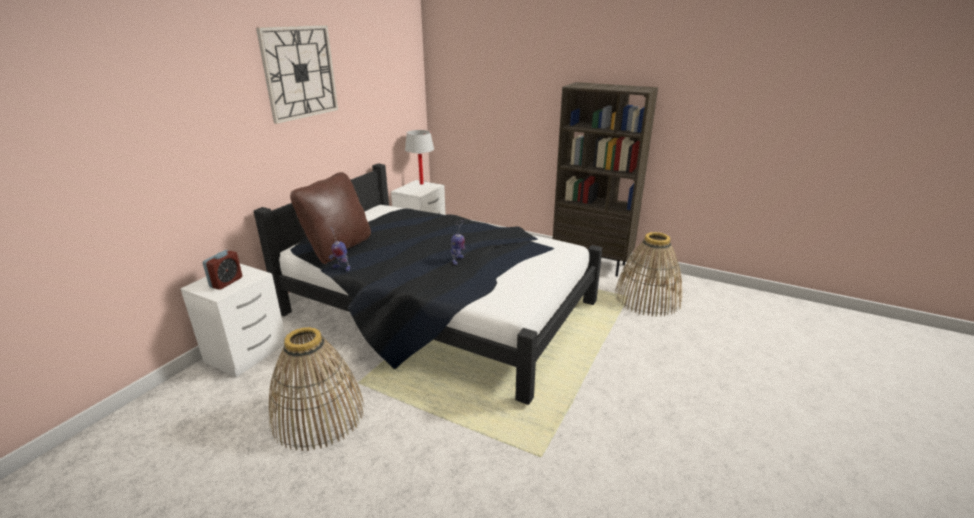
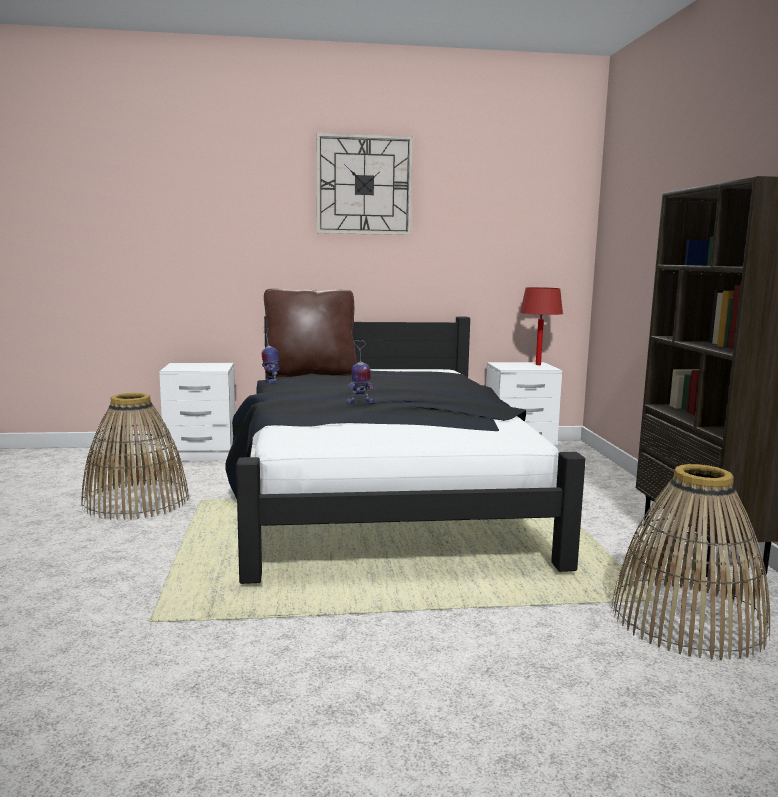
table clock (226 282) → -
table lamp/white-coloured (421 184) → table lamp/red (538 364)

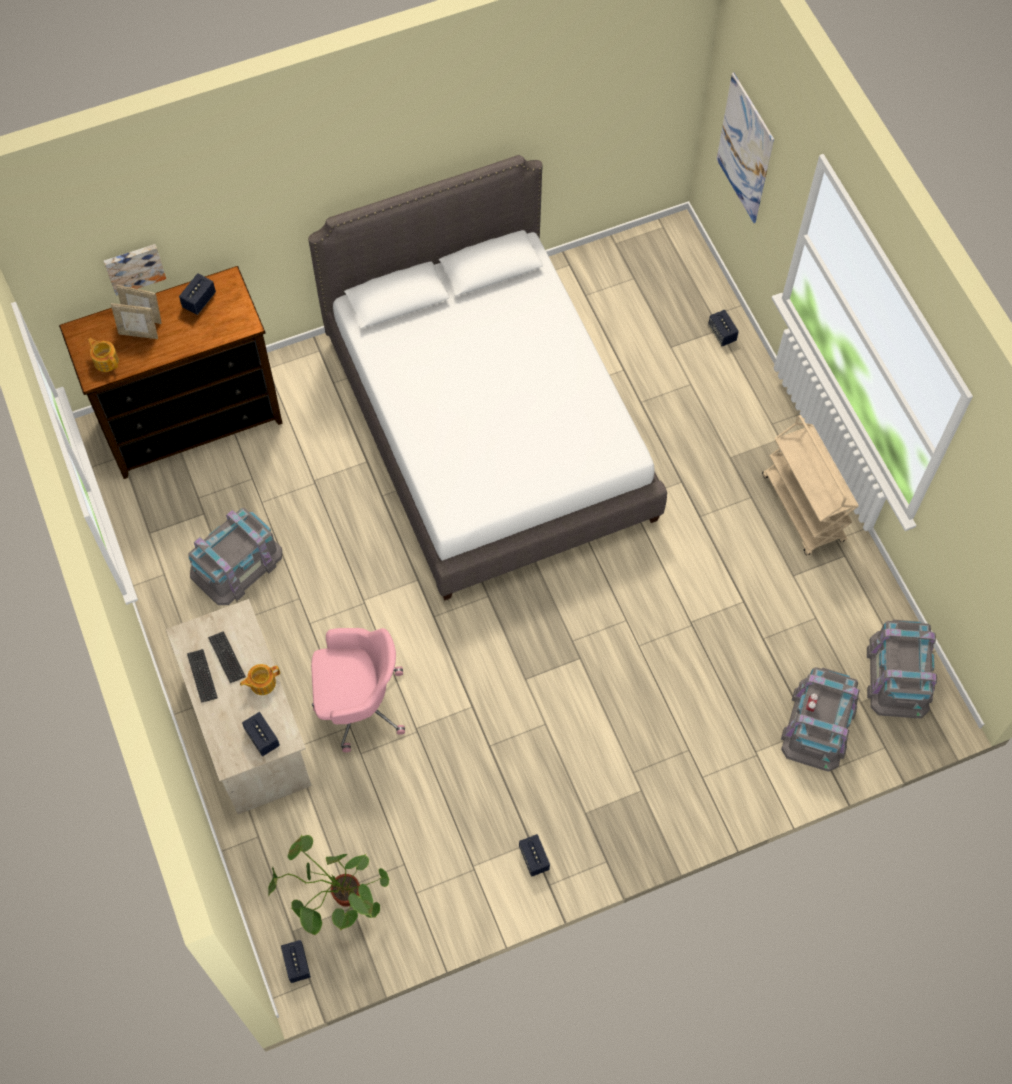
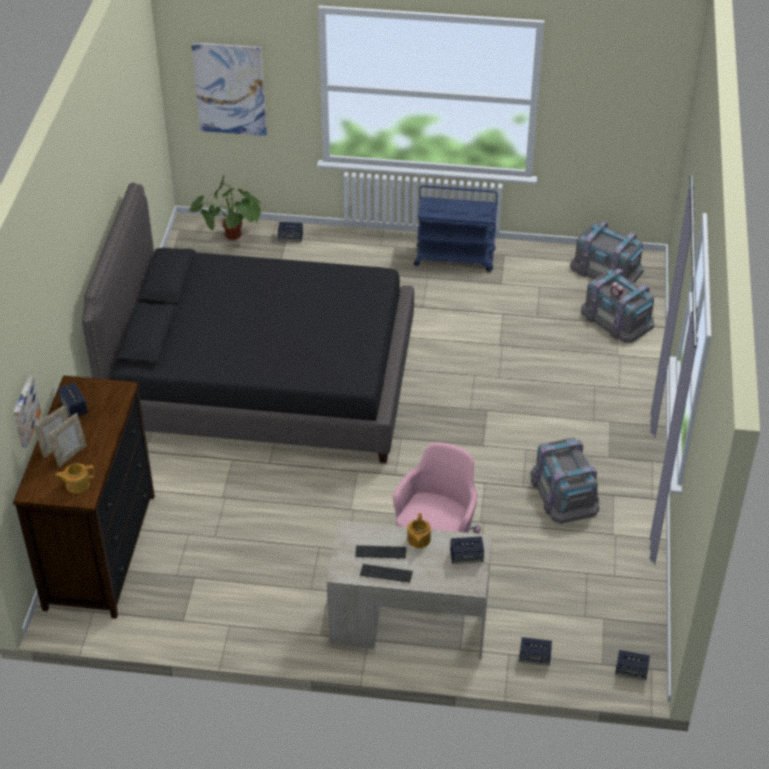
storage container/greyish (236 563) → storage container/greyish (563 492), relocated
plant in a pot (335 901) → plant in a pot (233 241), relocated
audio speaker (534 858) → audio speaker (534 657), relocated
sleeping bed/white-coloured (490 427) → sleeping bed/blackish (262 380)
wheeled cart/beige-coloured (803 509) → wheeled cart/blue (455 258)

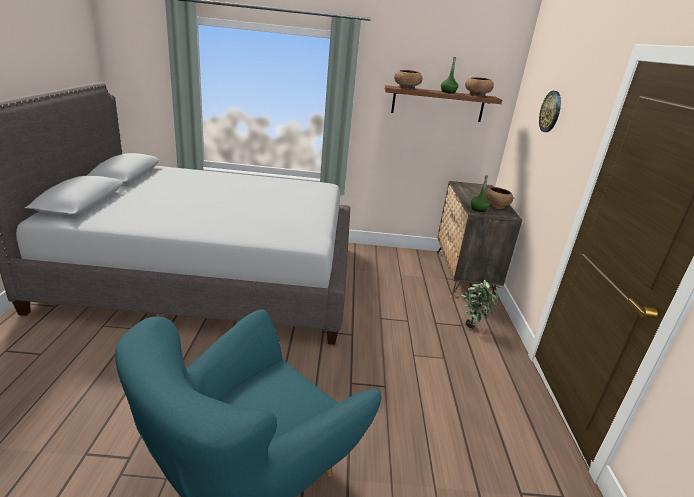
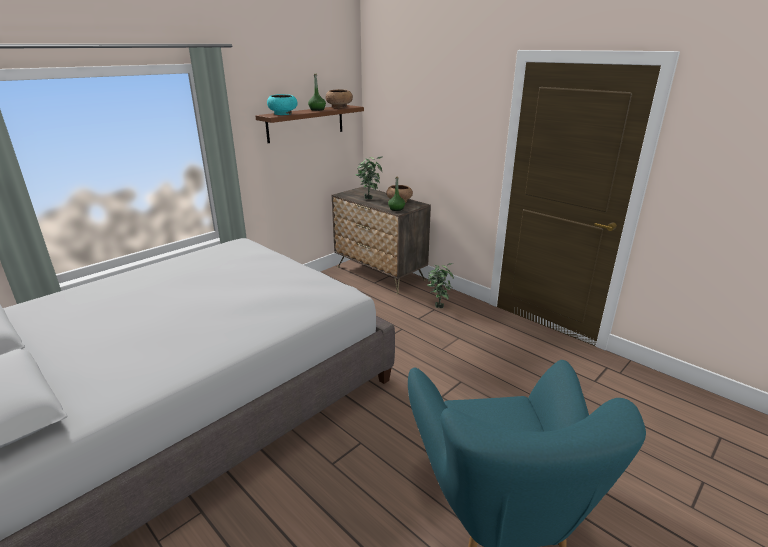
clock on the wall (550 111) → -
- → plant in a pot (369 198)
bowl/brownish (406 88) → bowl/turquoise (283 114)

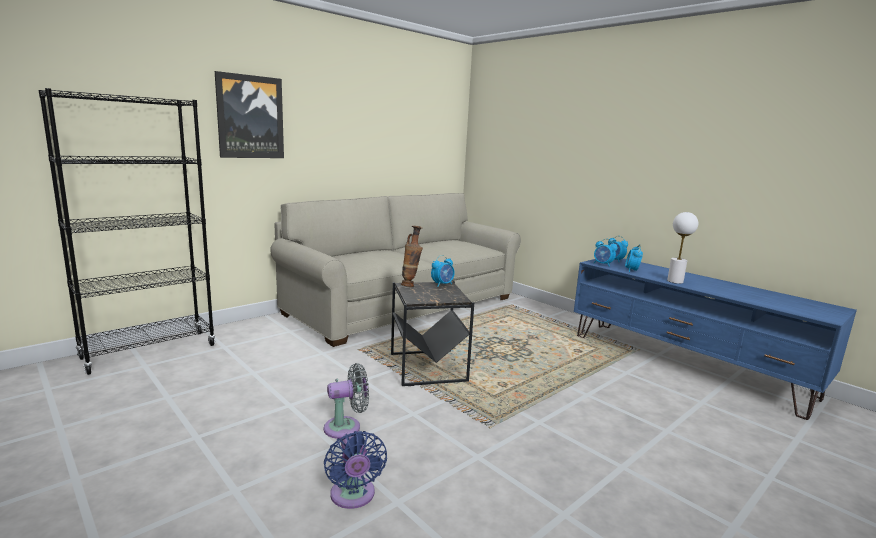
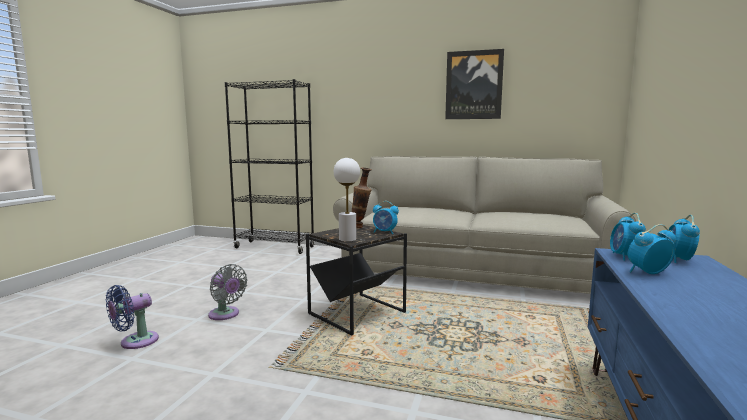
wall art (250 117) → wall art (474 85), relocated
table lamp/white-coloured (675 281) → table lamp/white-coloured (347 239), relocated

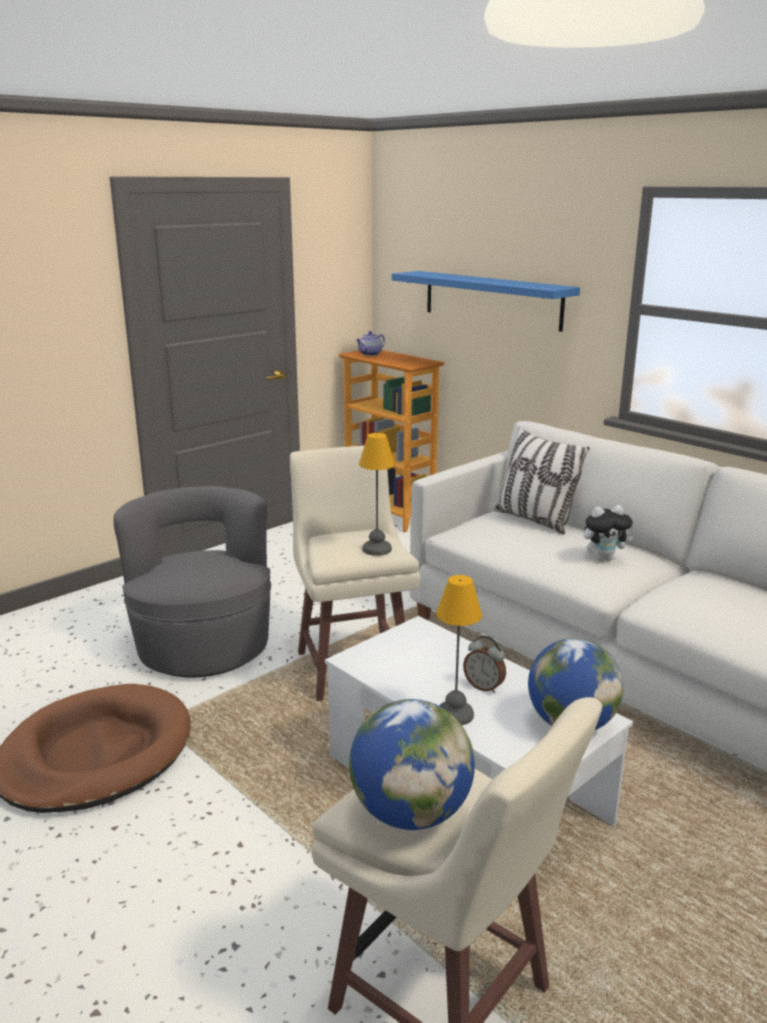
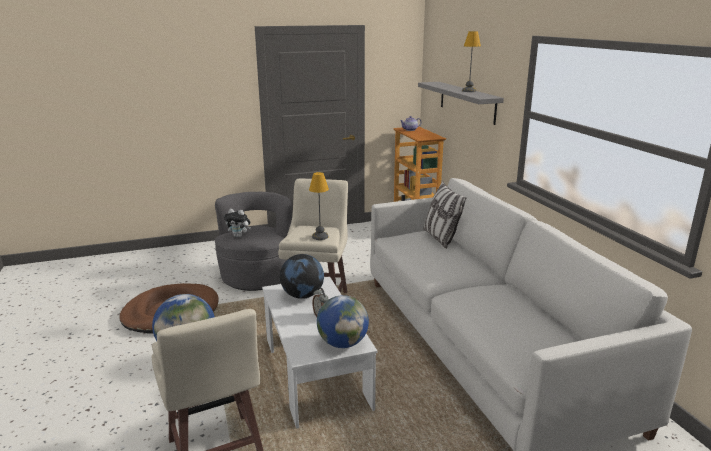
- → globe (302 295)
table lamp (455 714) → table lamp (469 91), relocated
soft toy (604 558) → soft toy (239 236), relocated
shelf/blue (491 299) → shelf/greyish (467 102)

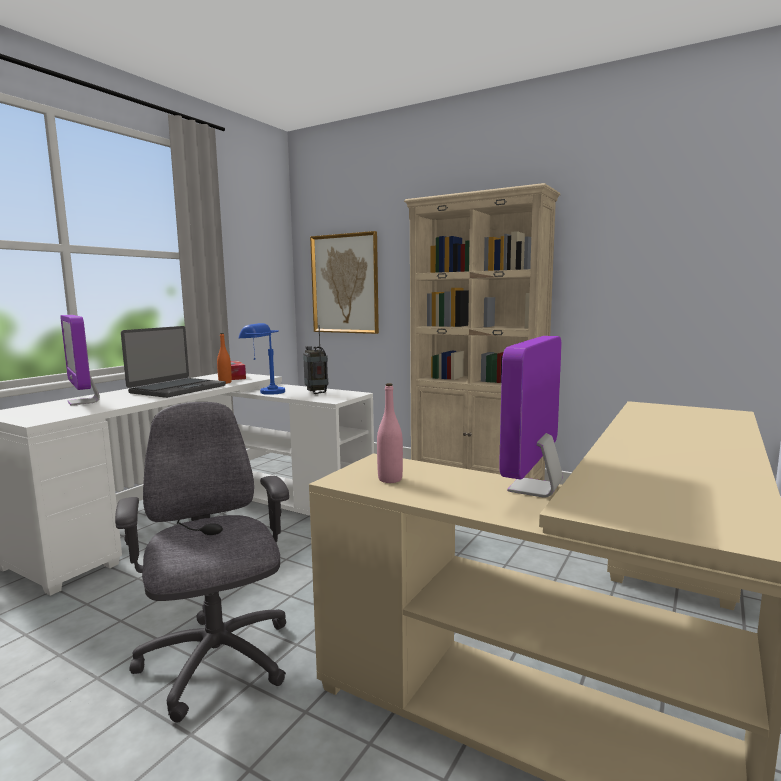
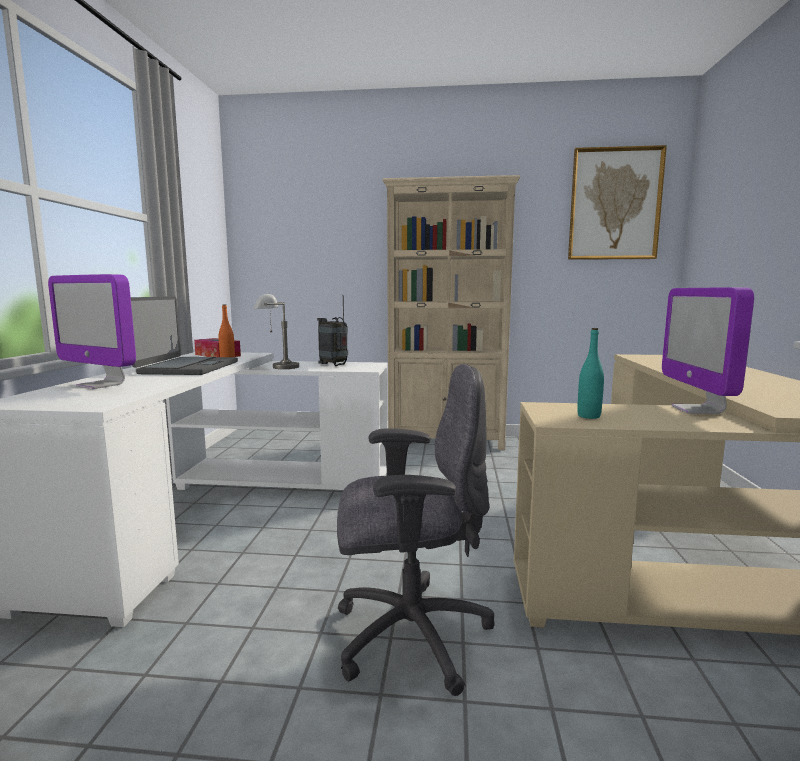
wall art (345 284) → wall art (614 204), relocated
table lamp/blue (264 392) → table lamp/greyish (276 367)
bottle/pink (390 479) → bottle/turquoise (588 416)
computer chair/greyish (216 663) → computer chair/greyish (409 635), 135 degrees clockwise

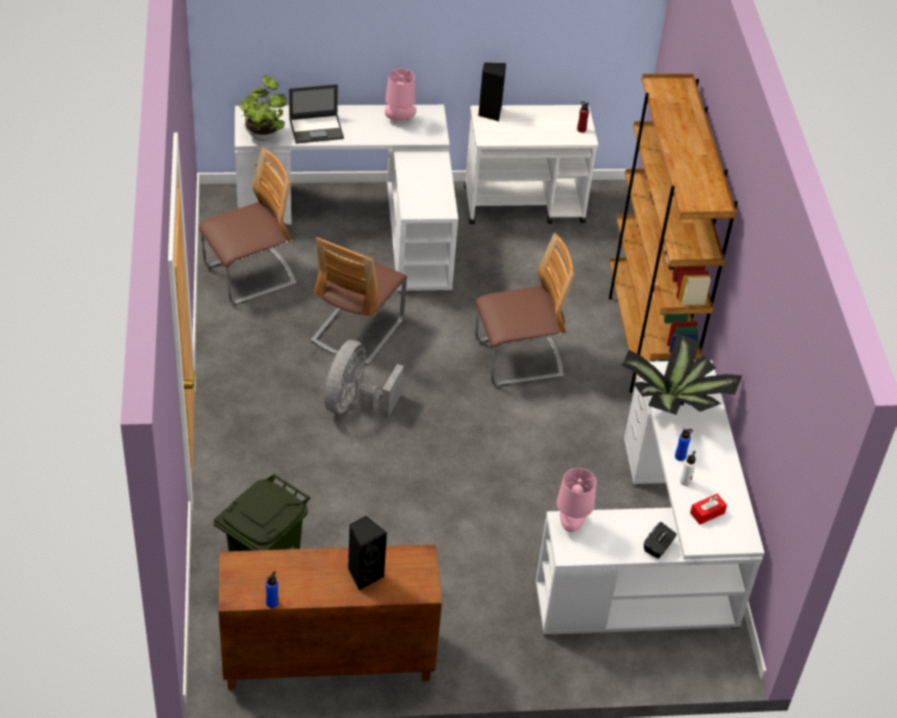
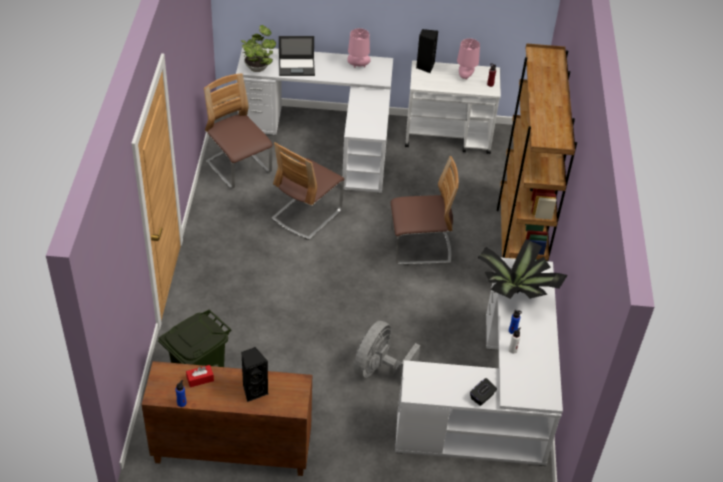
cooling fan/greyish (354 403) → cooling fan/greyish (379 369), relocated
table lamp/pink (571 524) → table lamp/pink (465 76), relocated
box of tissues/red (707 513) → box of tissues/red (200 379), relocated
chair (250 276) → chair (238 168), 105 degrees counterclockwise

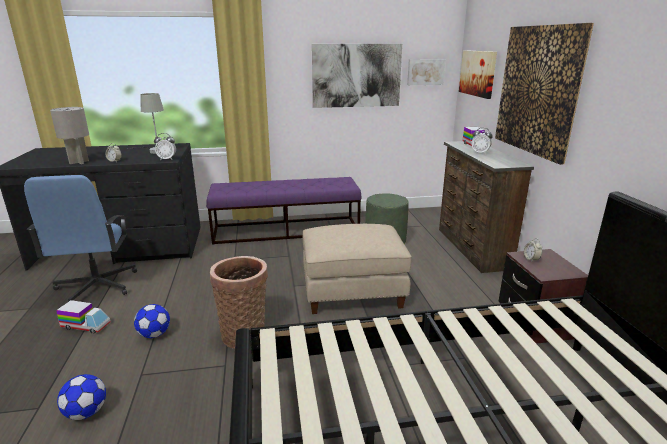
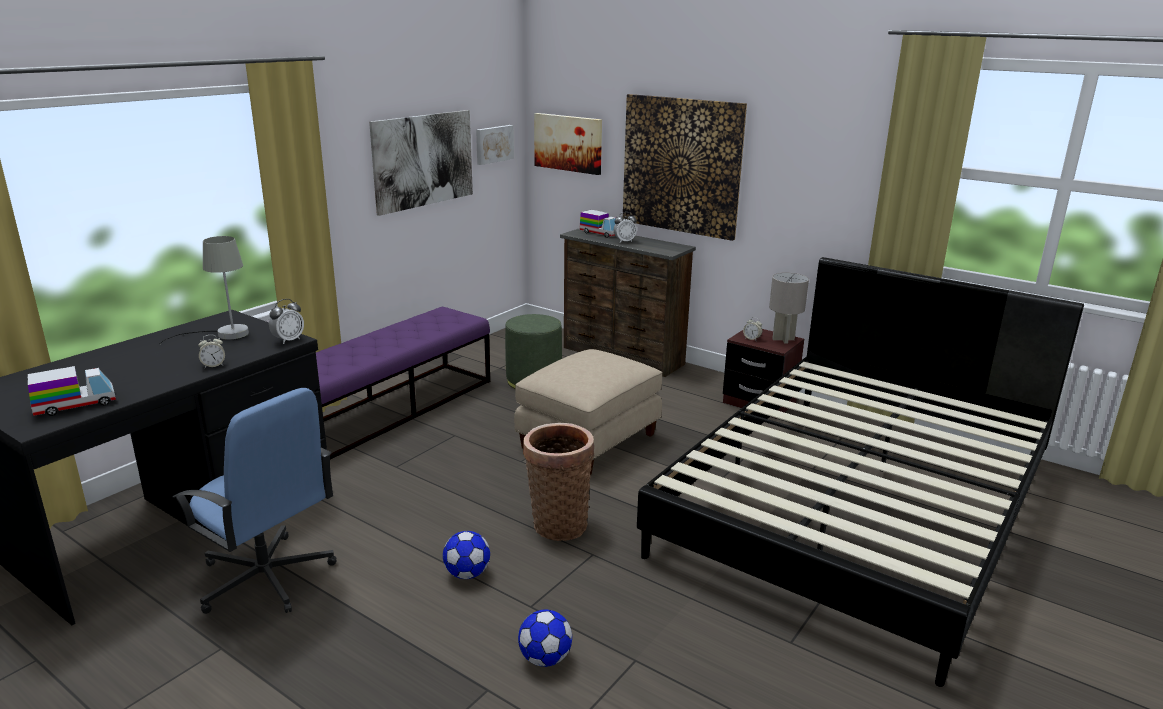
table lamp/greyish (79 162) → table lamp/greyish (783 339), relocated
toy lorry (86 326) → toy lorry (75 405), relocated

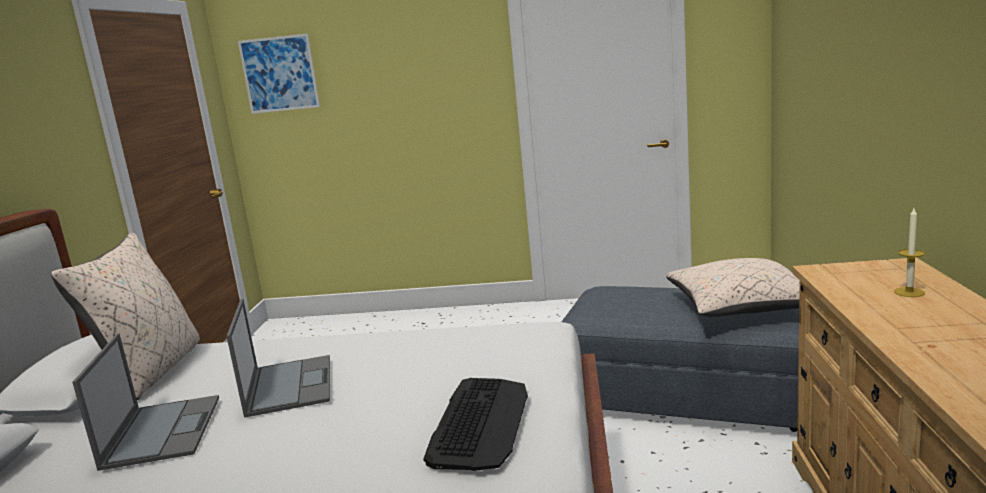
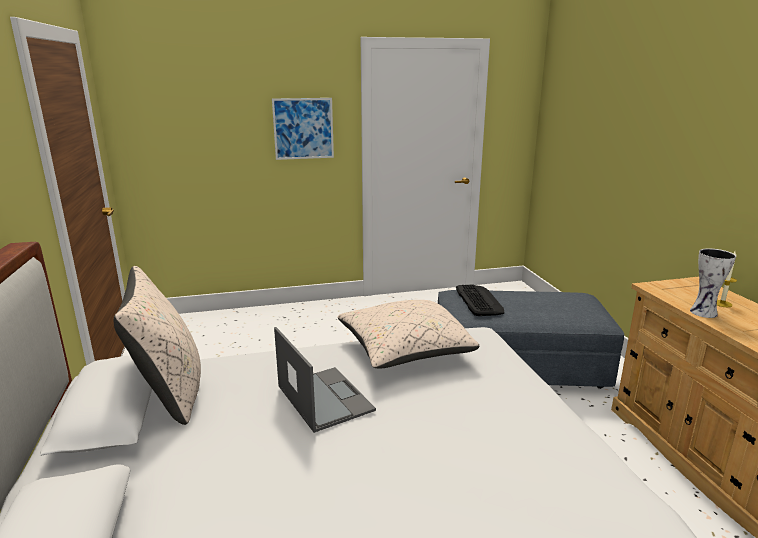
portable computer (163 431) → -
- → flower vase (704 313)
wall art (279 74) → wall art (303 128), relocated
computer keyboard (480 422) → computer keyboard (479 300), relocated
throw pillow/beige-coloured (737 309) → throw pillow/beige-coloured (404 350), relocated

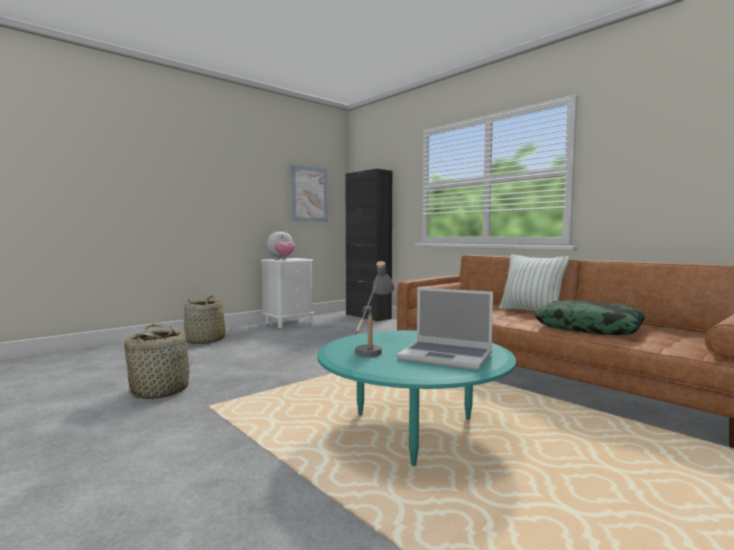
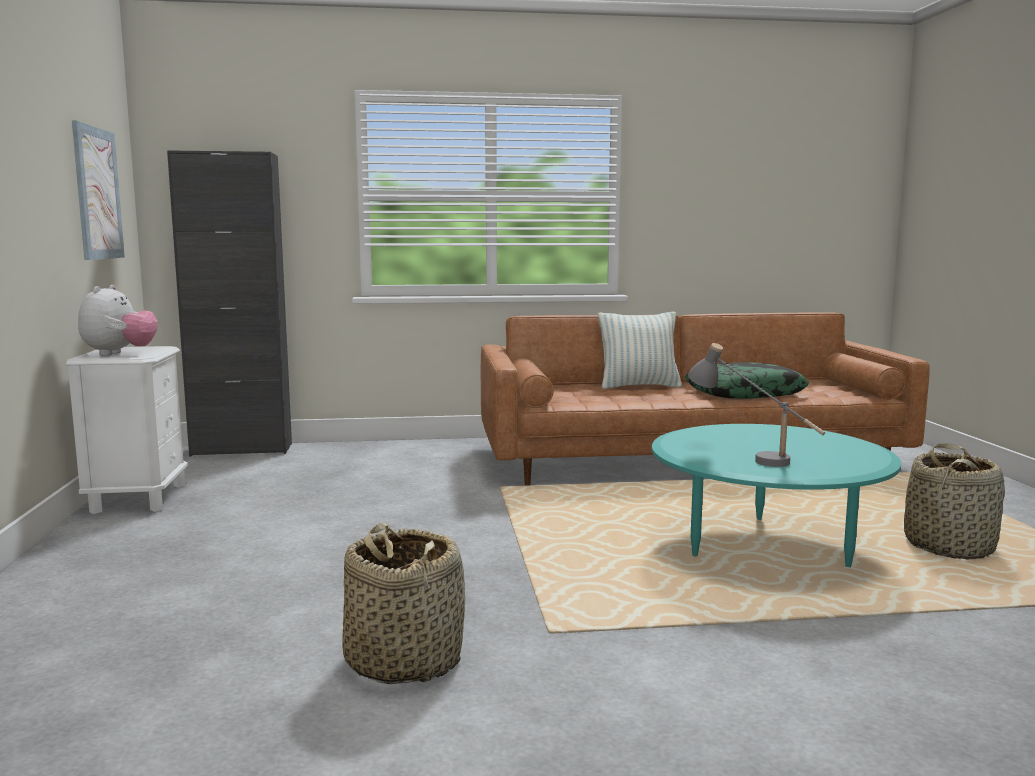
portable computer (447 357) → -
household basket (206 341) → household basket (949 546), relocated

